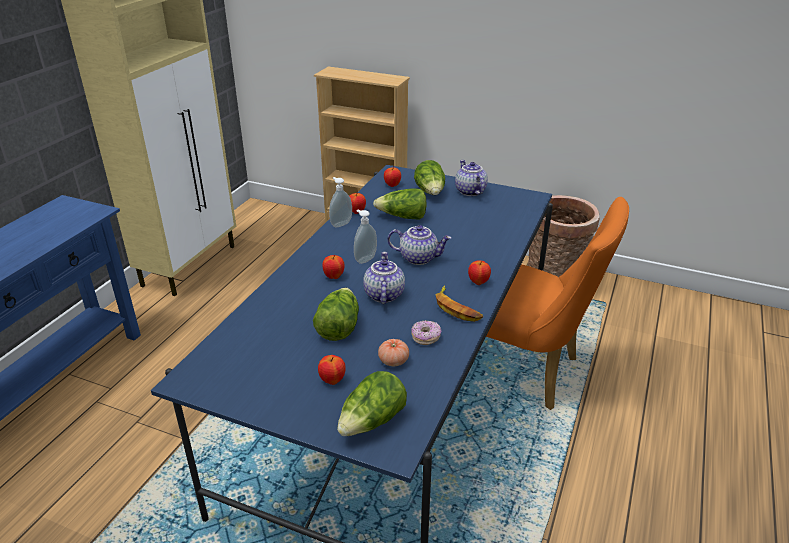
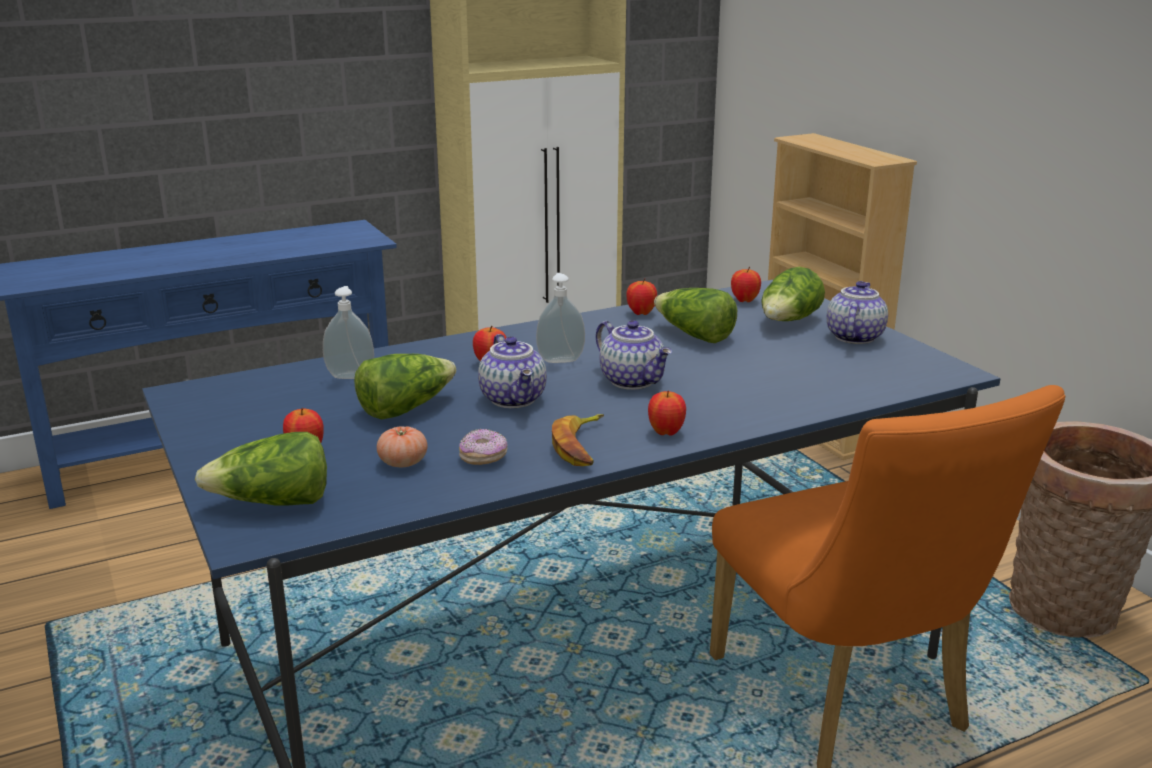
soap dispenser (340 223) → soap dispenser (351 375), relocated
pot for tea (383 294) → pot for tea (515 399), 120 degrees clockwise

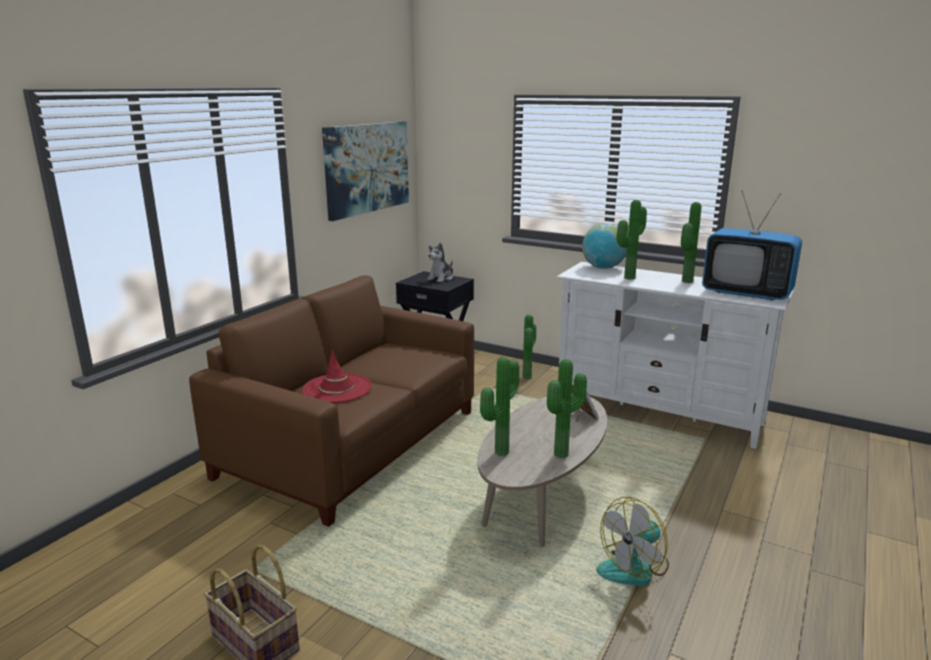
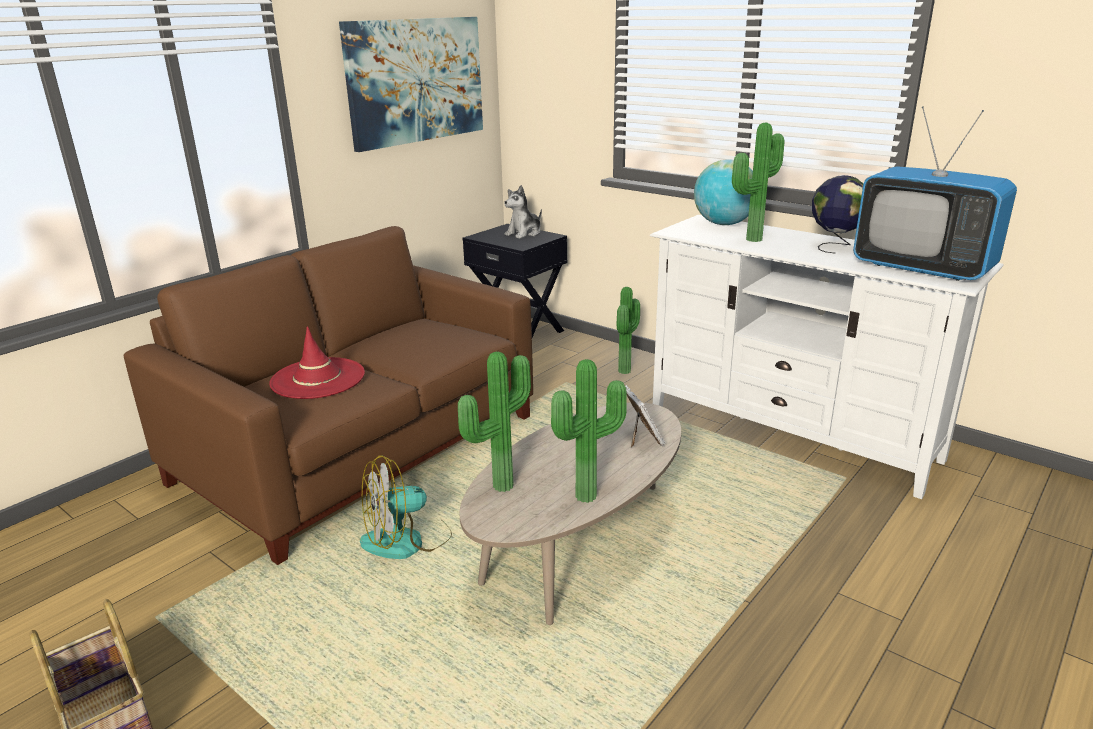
cooling fan (634 568) → cooling fan (407 541), relocated
plant in a pot (685 281) → globe (835 246)

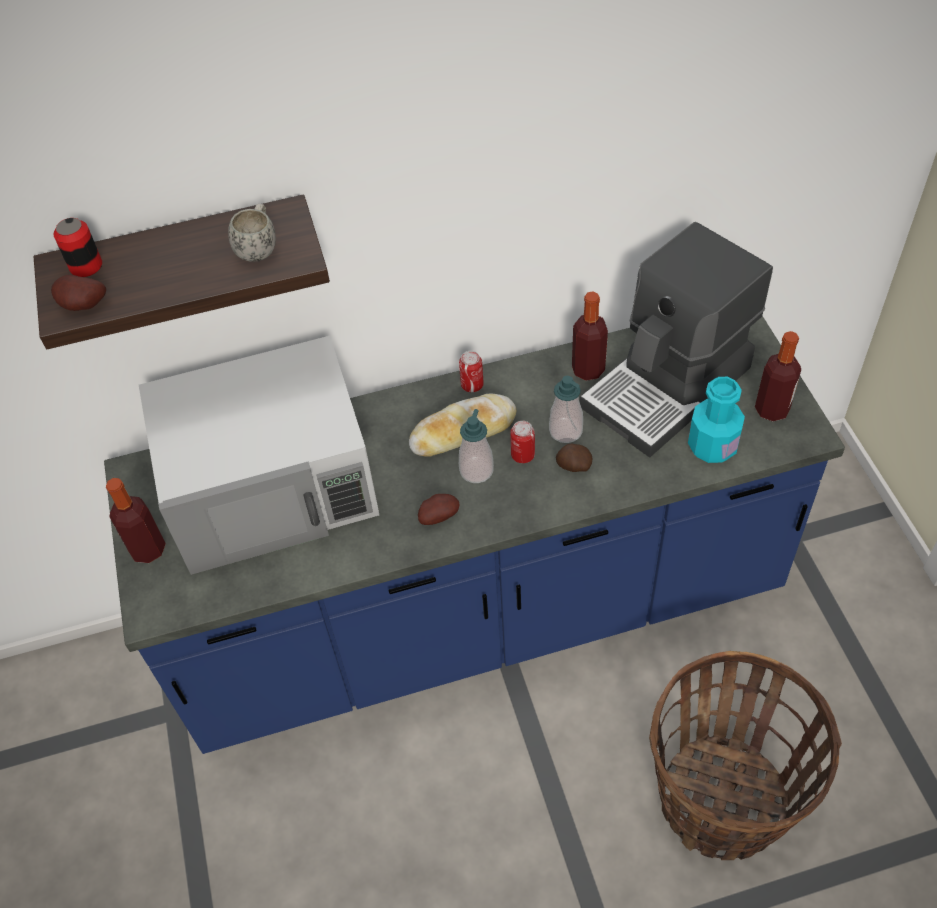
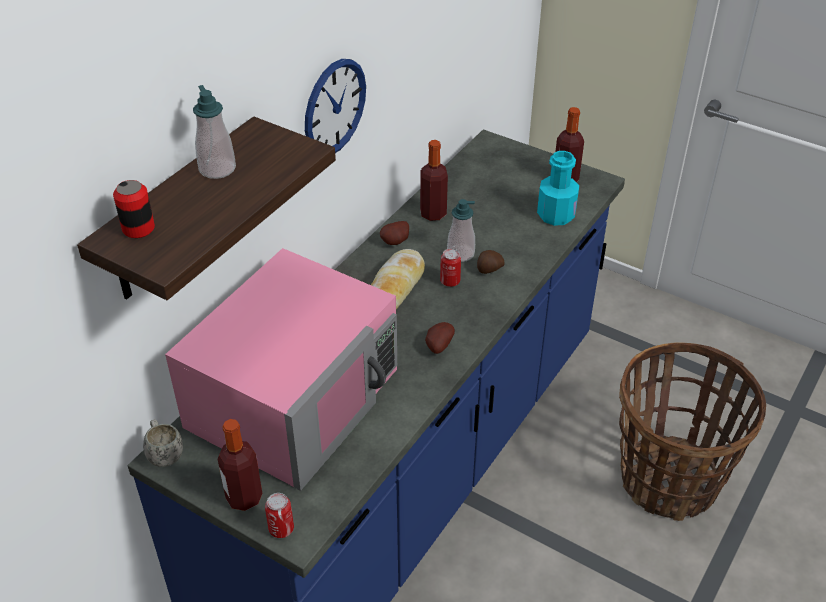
coffee brewer (669 387) → -
- → clock on the wall (334 107)
whole potato (83 307) → whole potato (396 242), relocated
coffee mug/white-coloured (258 248) → coffee mug/white-coloured (164 453), relocated
sealed can (472 385) → sealed can (281 529), relocated
soap dispenser (476 470) → soap dispenser (217 169), relocated
microwave oven/white-coloured (273 485) → microwave oven/pink (295 397)

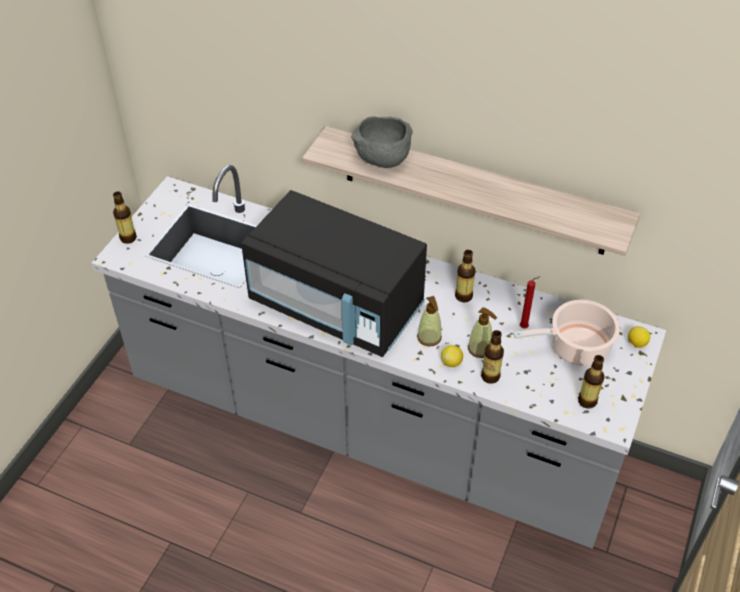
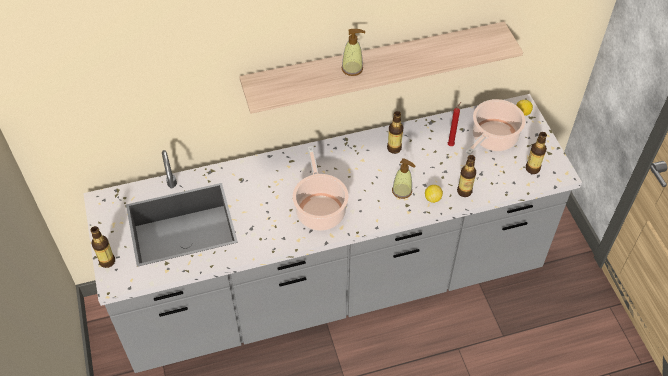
bowl/greyish (381 160) → -
soap dispenser (480 349) → soap dispenser (352 68), relocated
microwave oven/blackish (336 306) → stockpot (320 209)

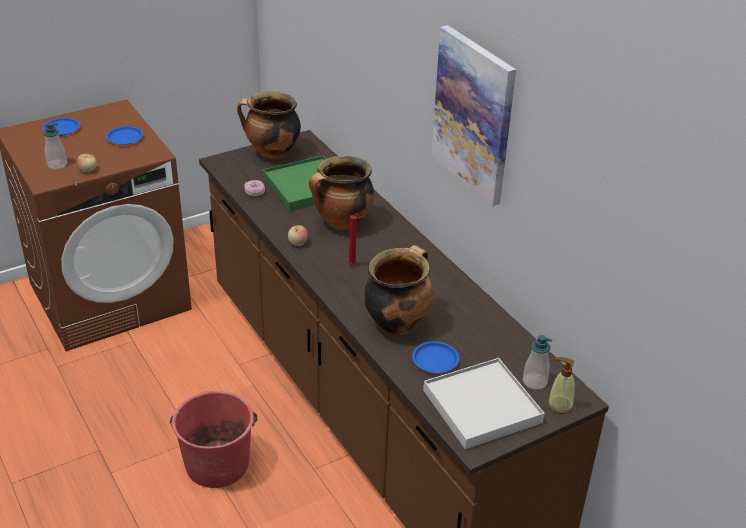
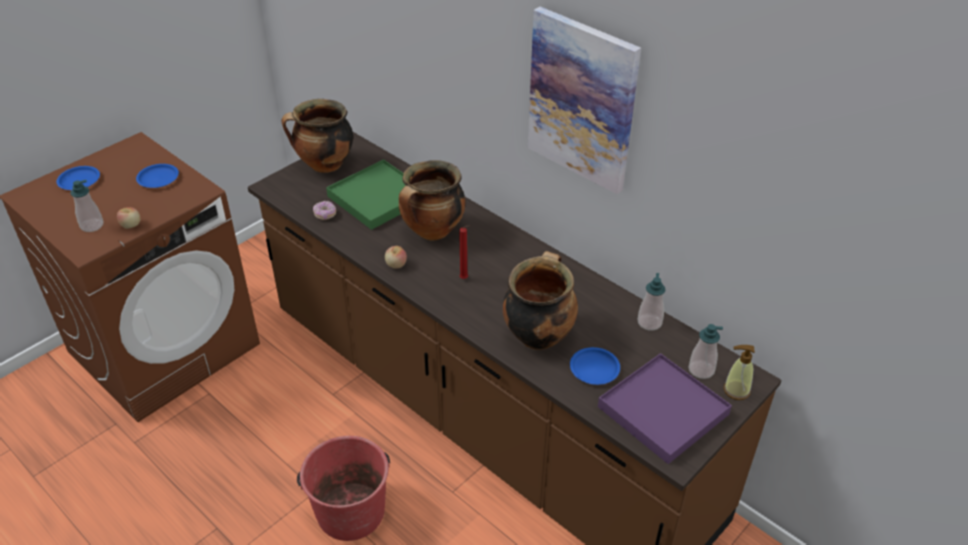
- → soap dispenser (649 322)
tray/white-coloured (482 406) → tray/purple (663 410)

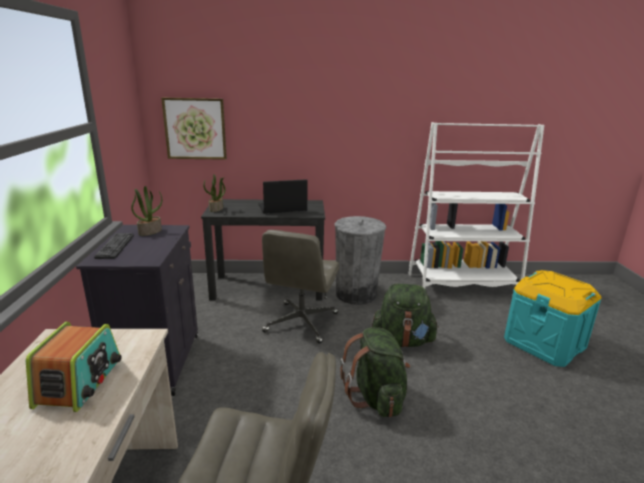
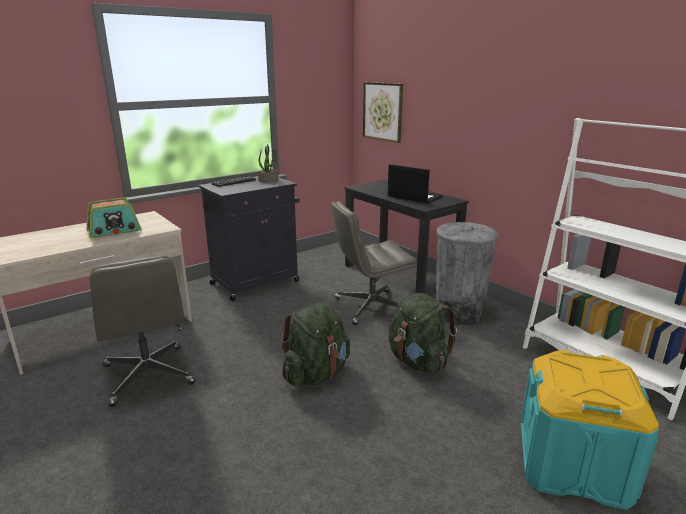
plant in a pot (216 209) → -

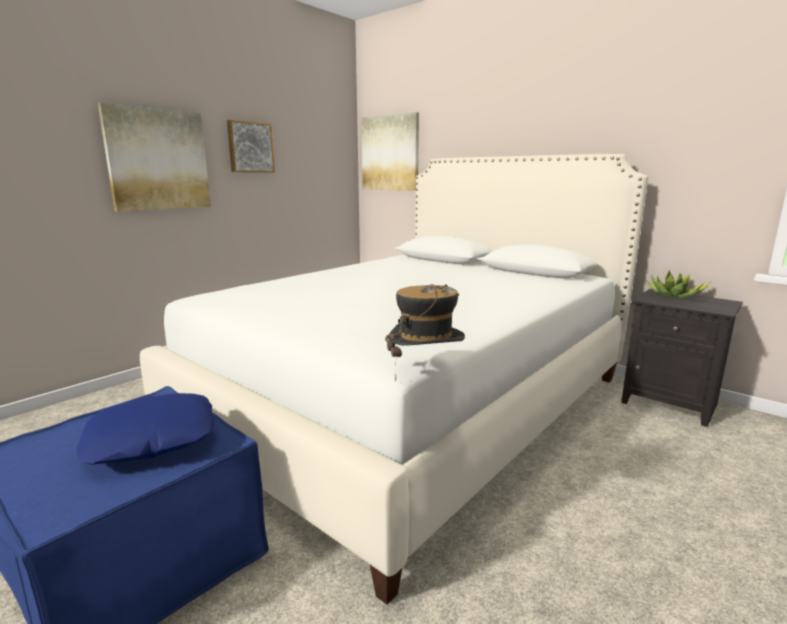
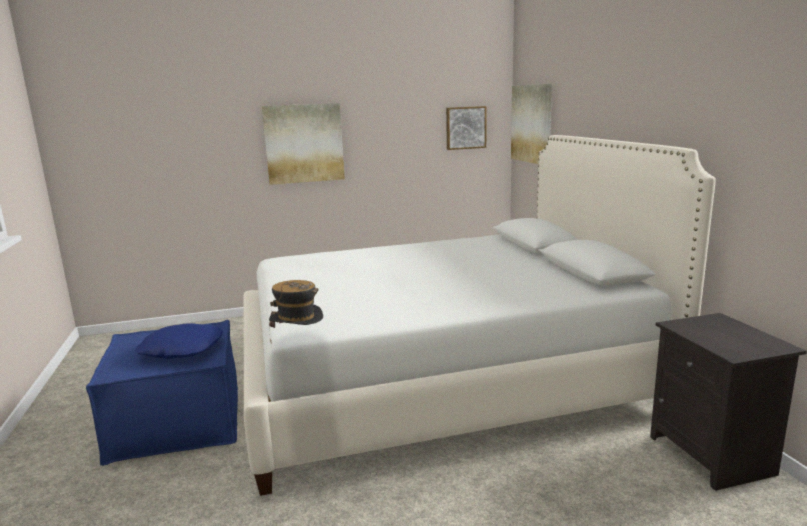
plant in a pot (675 296) → -
wall art (250 147) → wall art (465 127), relocated

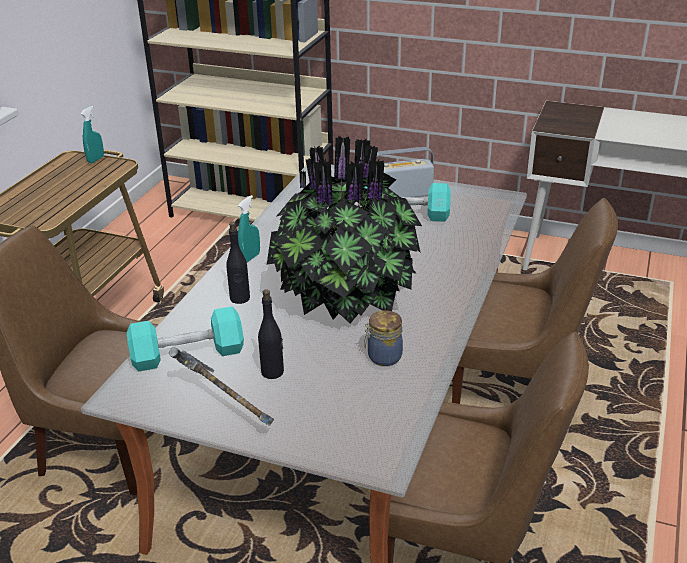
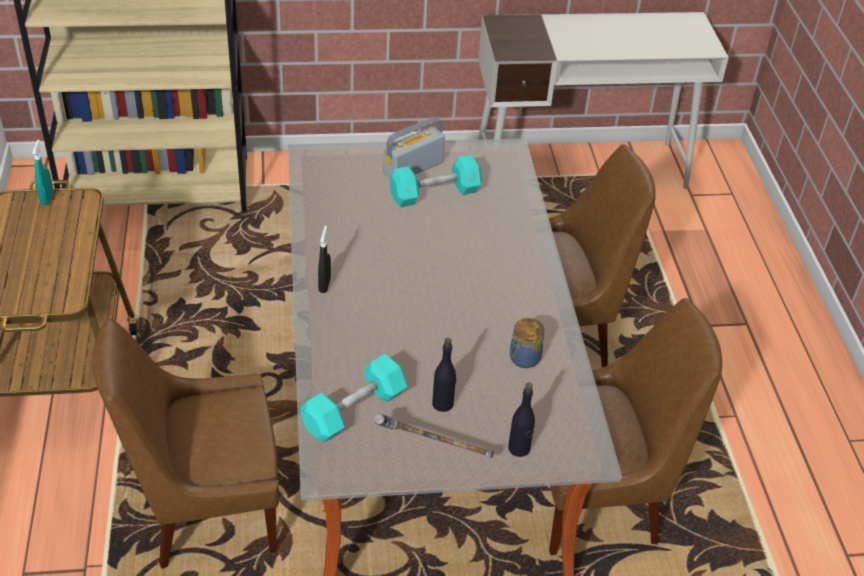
plant in a pot (345 301) → -
bottle/blackish (240 298) → bottle/blackish (519 448), relocated
sprayer/turquoise (250 257) → sprayer/blackish (324 285)

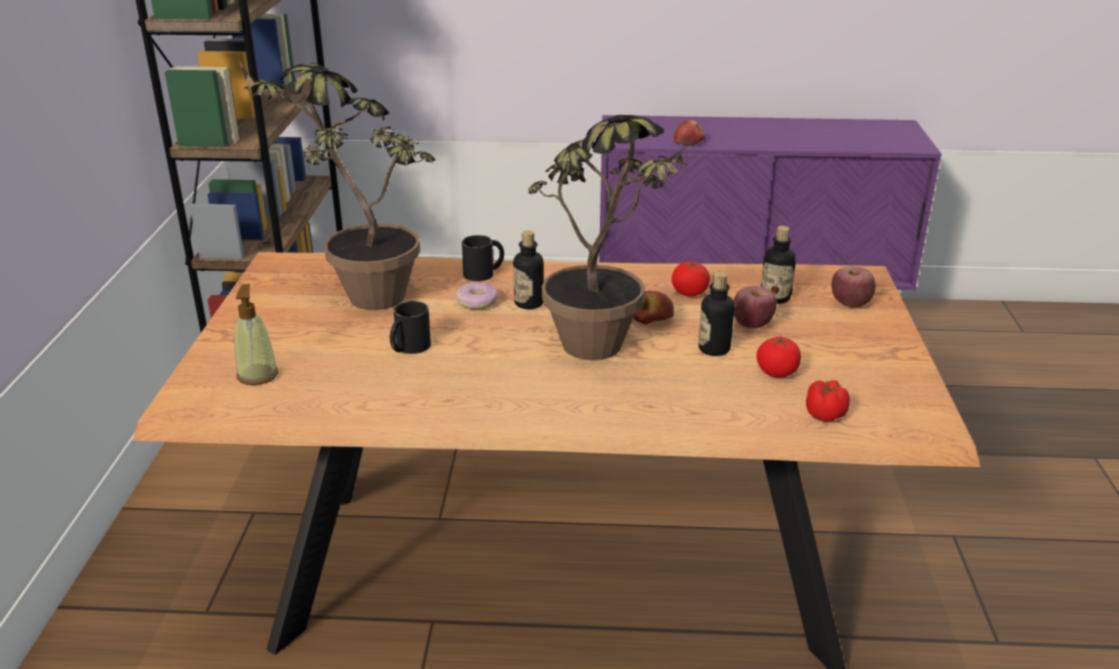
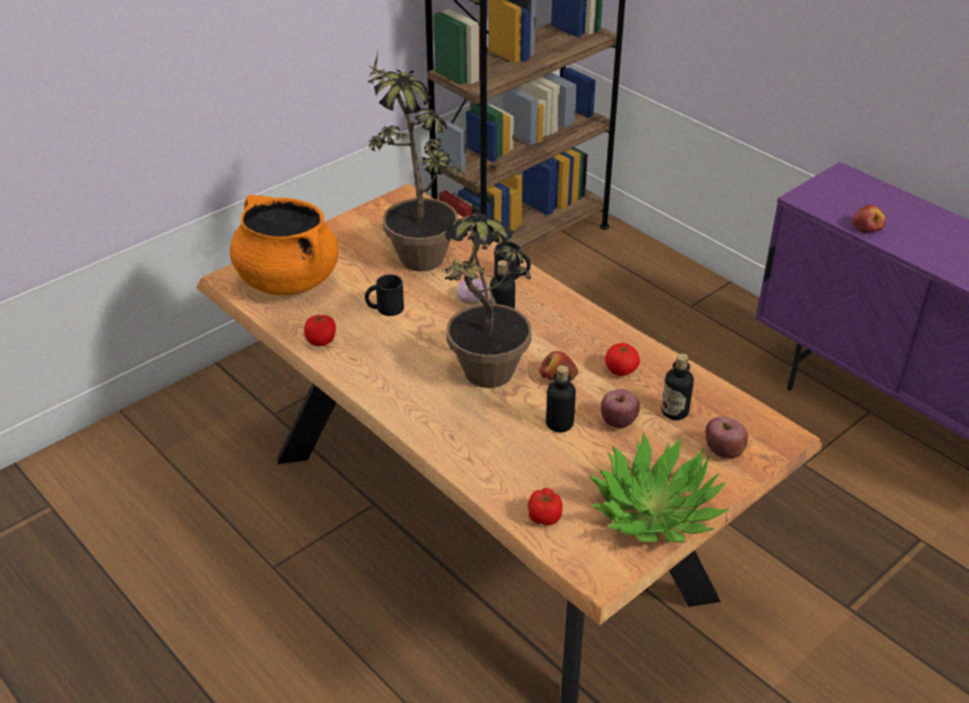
- → plant in a pot (655 511)
tomato (777 372) → tomato (321 340), relocated
soap dispenser (257 375) → stockpot/orangey (287 280)

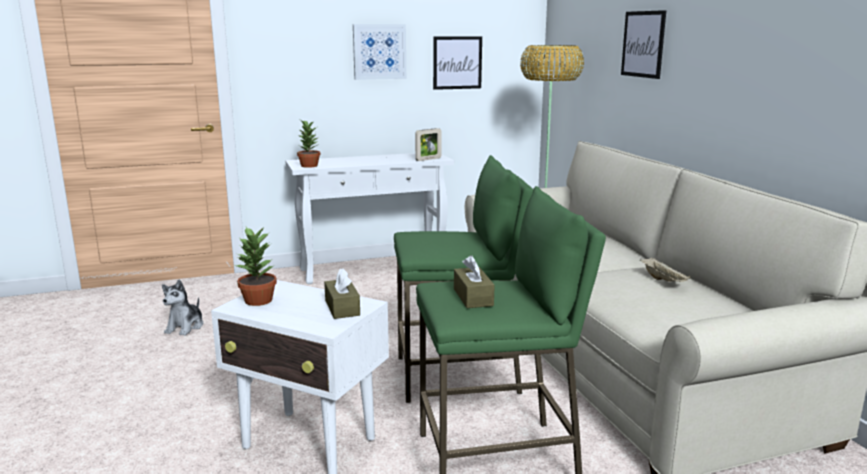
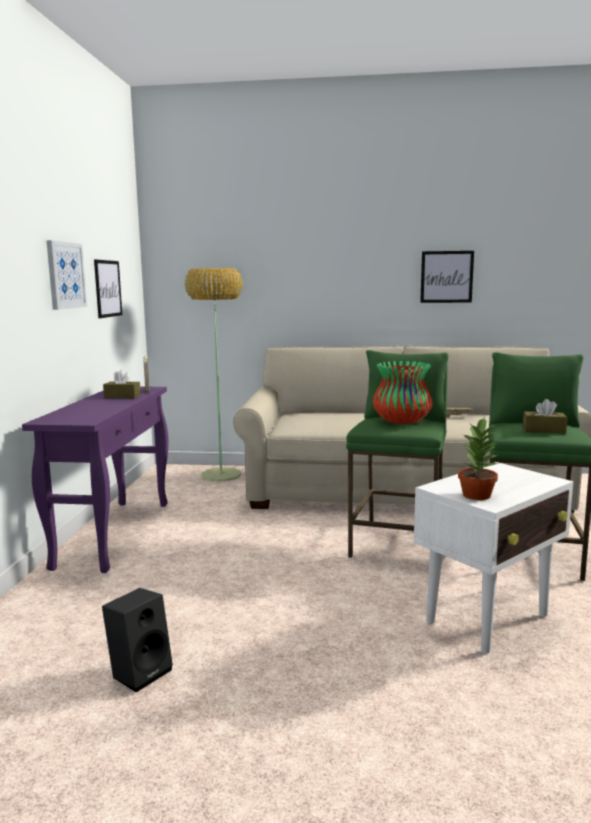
plant in a pot (309 166) → -
- → flower vase (401 421)
box of tissues/brownish (342 308) → box of tissues/brownish (122 396), relocated
wall art (643 44) → wall art (446 277), relocated
soft toy (185 327) → audio speaker/blackish (140 671)
narrow table/white-coloured (373 269) → narrow table/purple (115 533)

